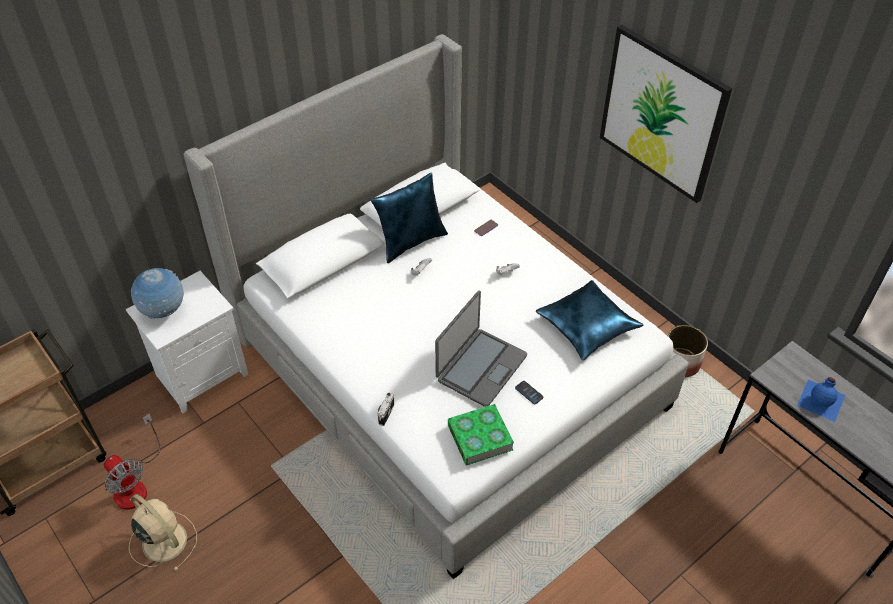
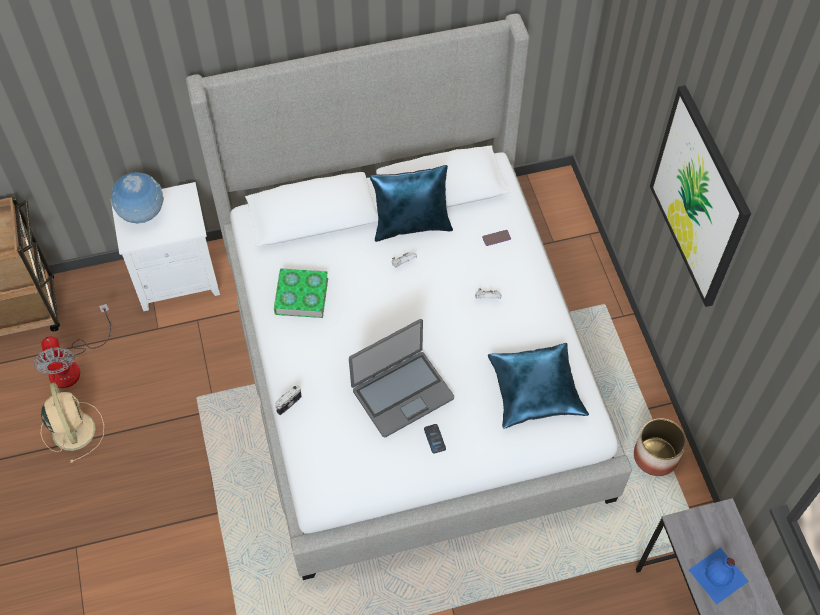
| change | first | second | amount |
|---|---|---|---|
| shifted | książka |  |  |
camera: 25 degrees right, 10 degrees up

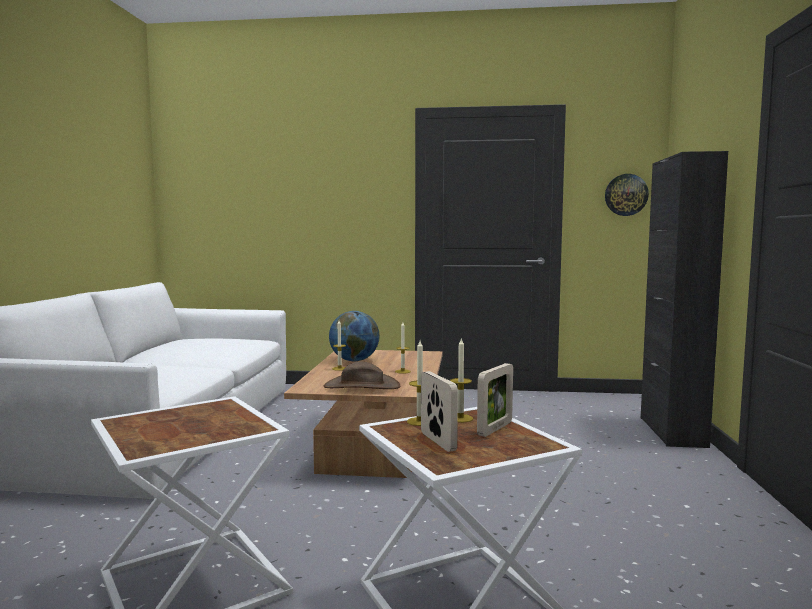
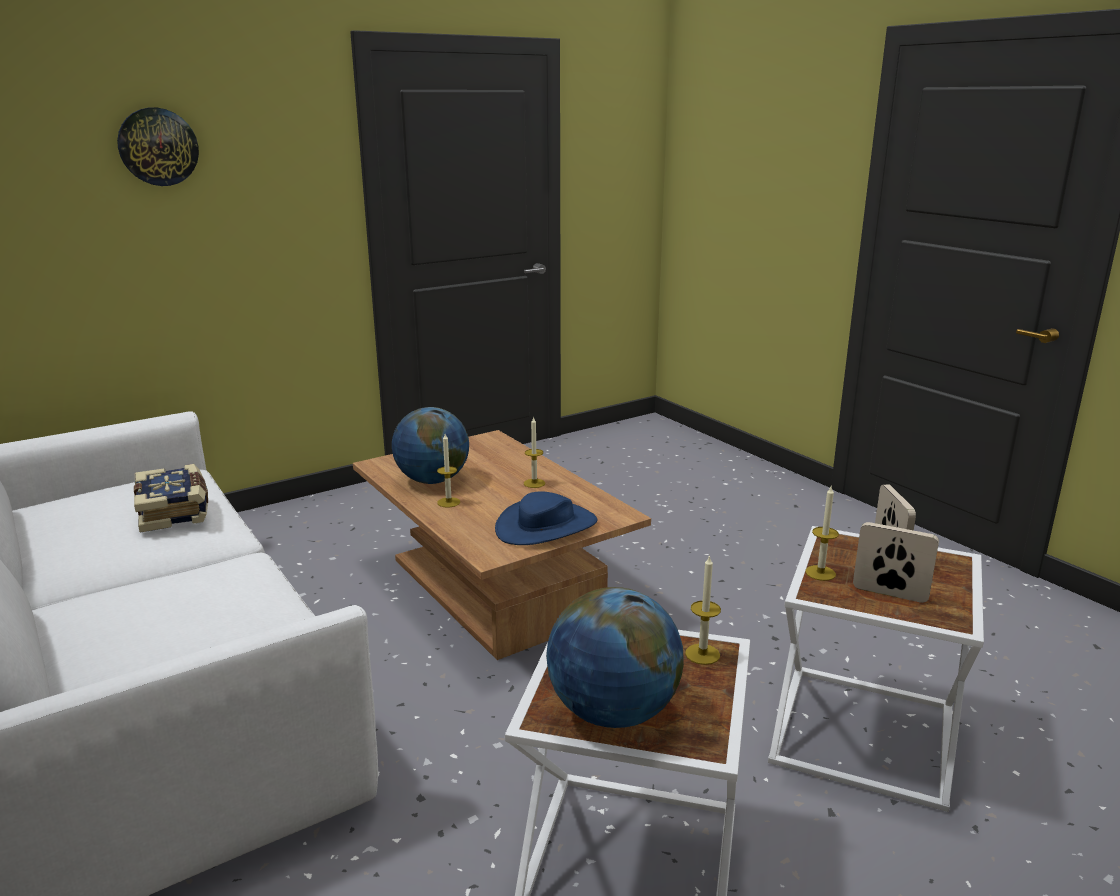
| change | first | second | amount |
|---|---|---|---|
| gone | szafka [czarny] |  |  |
| new |  | książka |  |
| new |  | globus (no. 2 from left) |  |
| shifted | świeca (no. 4 from left in the first image) | świeca (no. 3 from left) |  |
| shifted | zegar ścienny |  |  |
| repainted | kapelusz [brązowy] | kapelusz [niebieski] |  |
camera: 40 degrees left, 15 degrees up

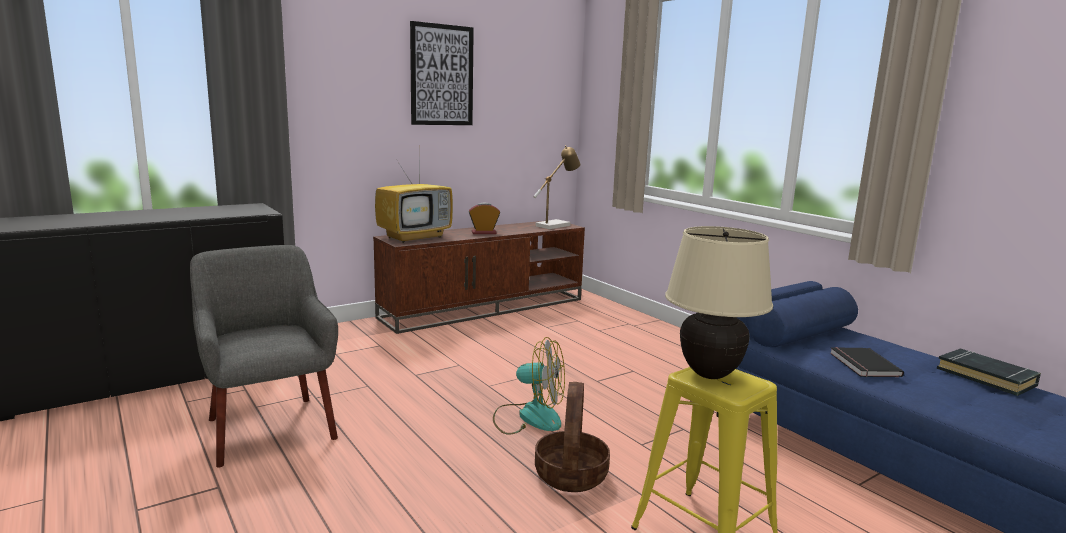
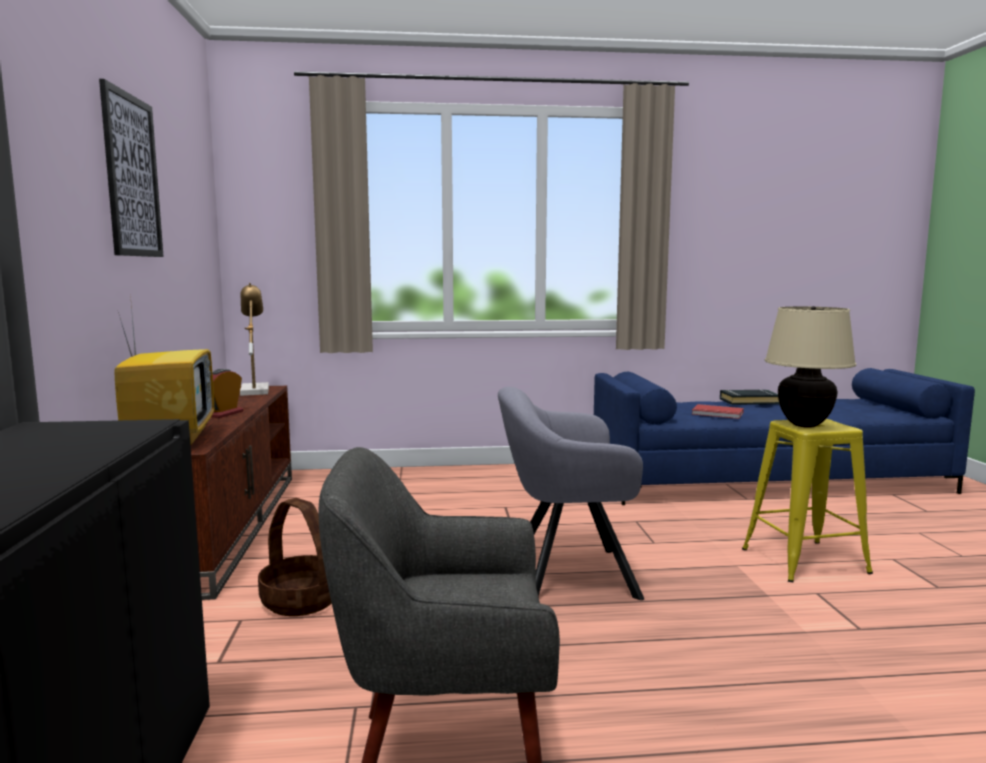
| change | first | second | amount |
|---|---|---|---|
| shifted | koszyk |  |  |
| swapped | wentylator | fotel [szary] (no. 2 from left) |  |
| repainted | książka [czarny] (no. 1 from left) | książka [czerwony] |  |
camera: 60 degrees left, 5 degrees down

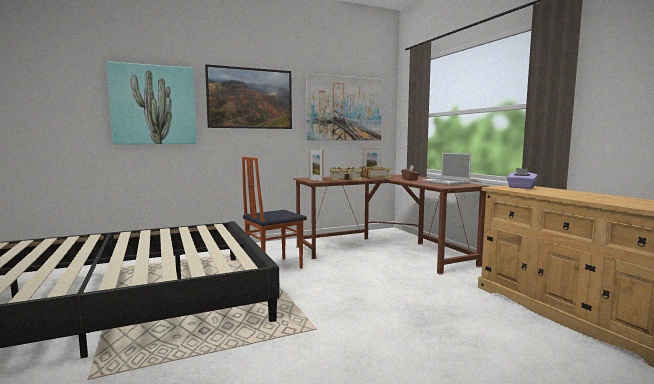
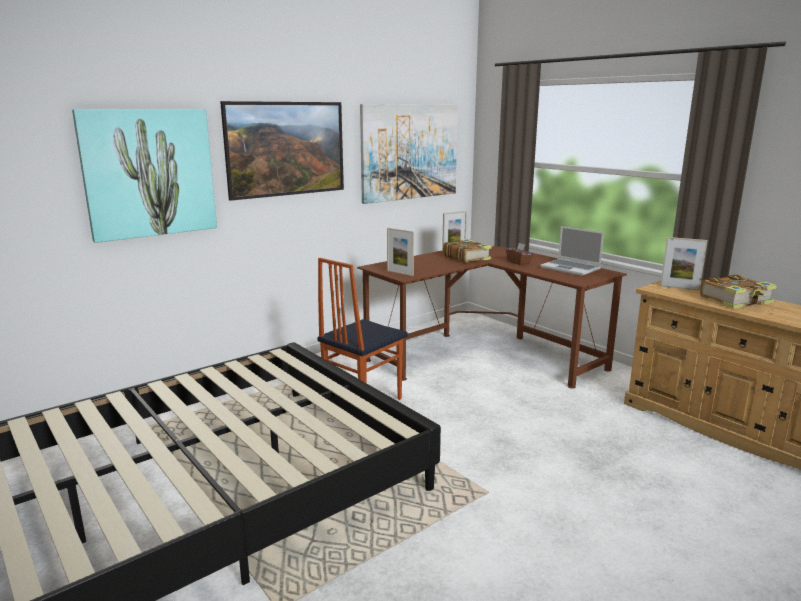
| change | first | second | amount |
|---|---|---|---|
| shifted | książka (no. 1 from left in the first image) | książka (no. 2 from left) |  |
| swapped | pudełko chusteczek [fioletowy] | ramka na zdjęcie (no. 3 from left) |  |
camera: 15 degrees left, 10 degrees up

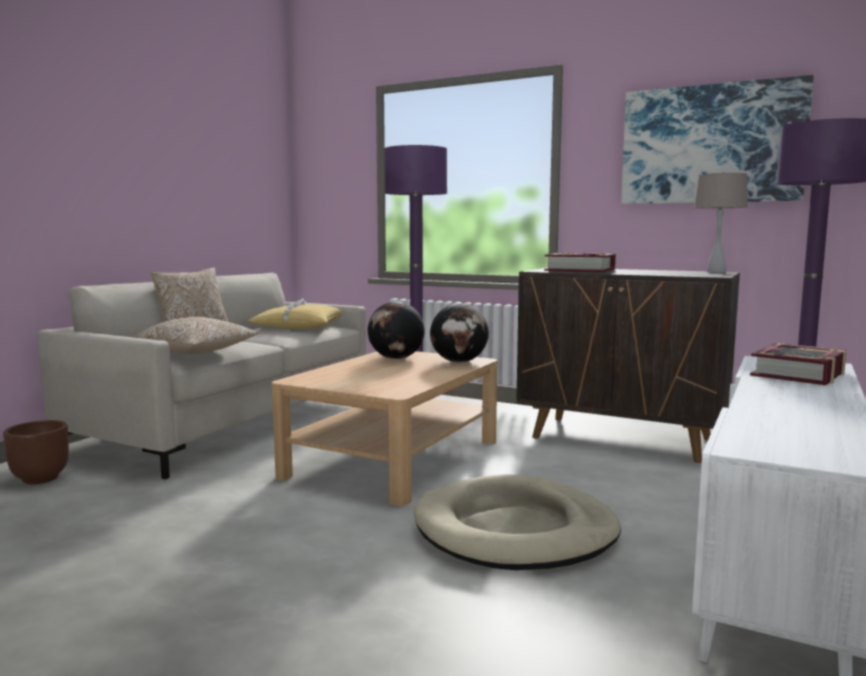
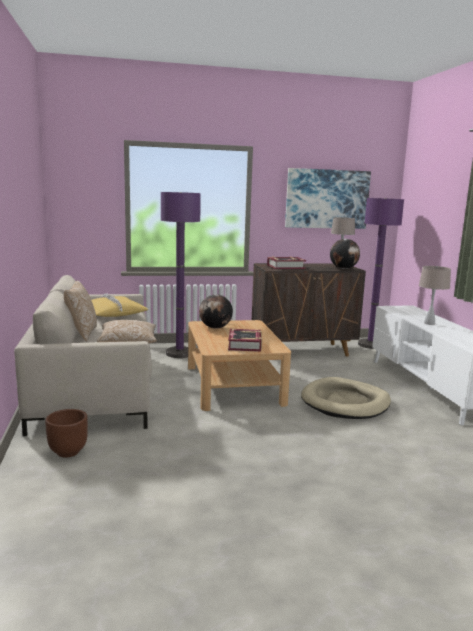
| change | first | second | amount |
|---|---|---|---|
| new |  | lampa stołowa [beżowy] (no. 2 from left) |  |
| shifted | globus (no. 2 from left) |  |  |
| shifted | książka (no. 2 from left in the first image) | książka (no. 1 from left) |  |
camera: 40 degrees left, 5 degrees up

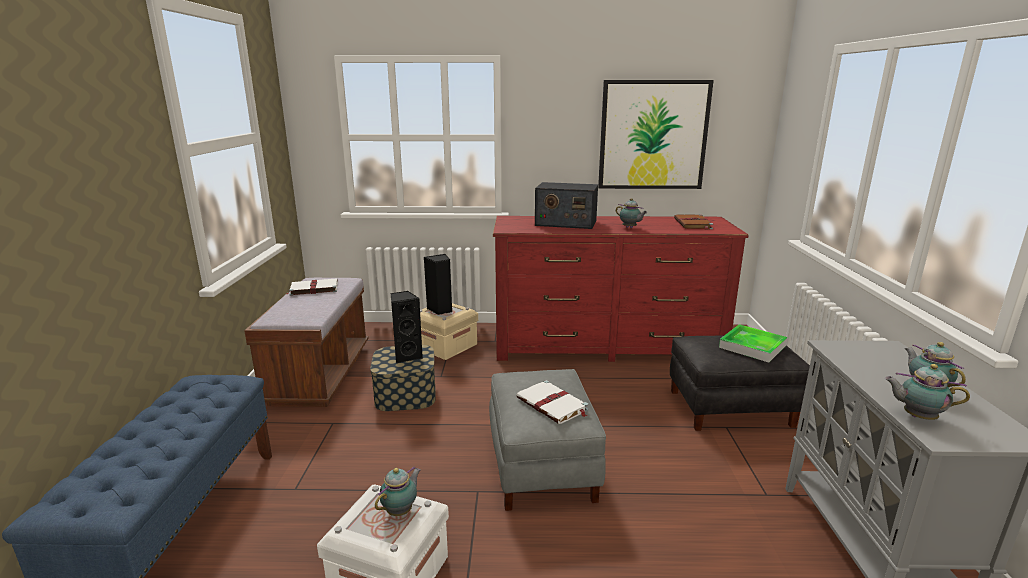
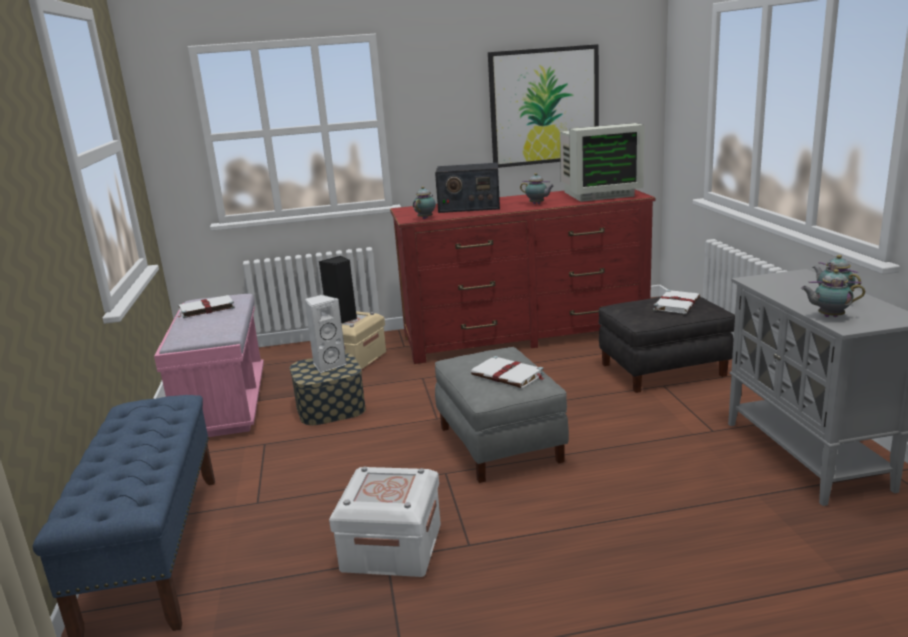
| change | first | second | amount |
|---|---|---|---|
| shifted | imbryk (no. 1 from left) |  |  |
| swapped | książka [brązowy] | monitor |  |
| swapped | taca | książka [biały] (no. 3 from left) |  |
| repainted | ławka [brązowy] | ławka [różowy] |  |
| repainted | głośnik [czarny] (no. 1 from left) | głośnik [biały] |  |
camera: 10 degrees left, 0 degrees up

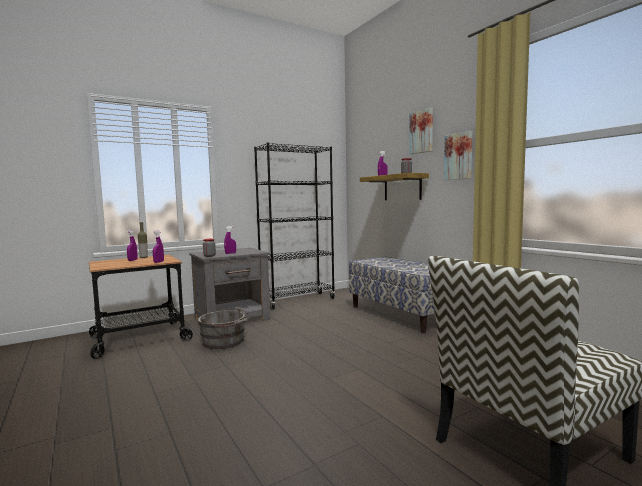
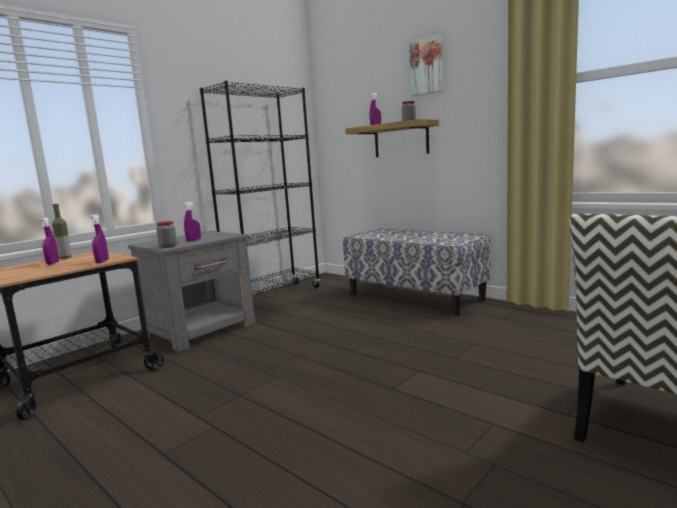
| change | first | second | amount |
|---|---|---|---|
| gone | wiadro [szary] |  |  |
| gone | obraz (no. 2 from left) |  |  |
camera: 15 degrees left, 5 degrees up

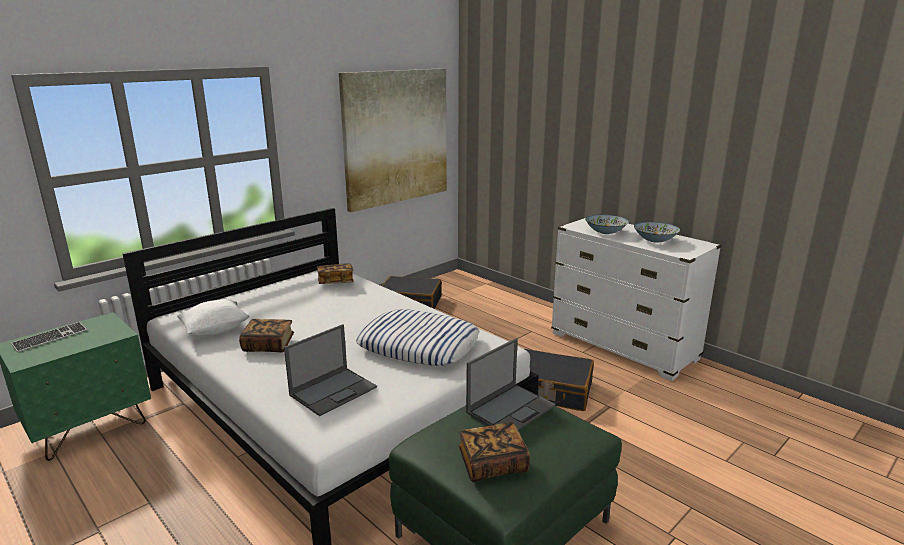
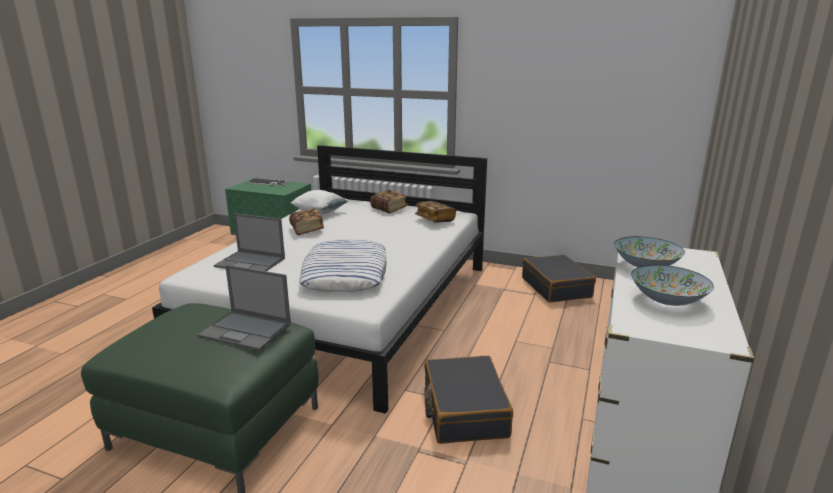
| change | first | second | amount |
|---|---|---|---|
| gone | obraz |  |  |
| shifted | książka (no. 3 from left in the first image) | książka (no. 2 from left) |  |
camera: 65 degrees right, 0 degrees up

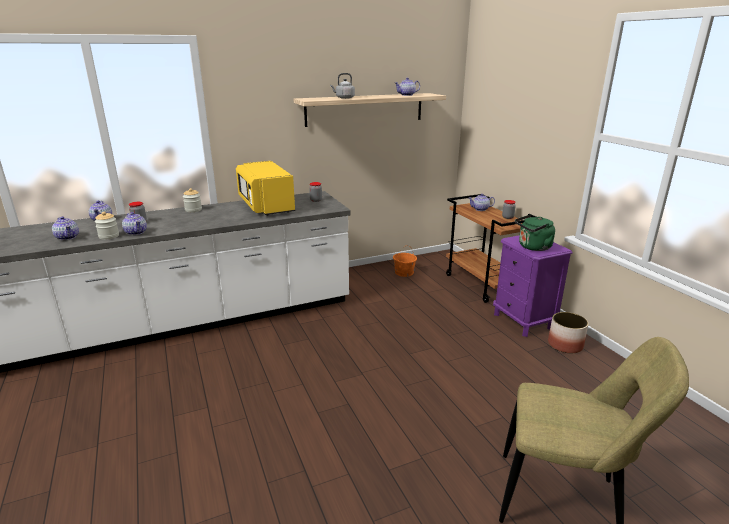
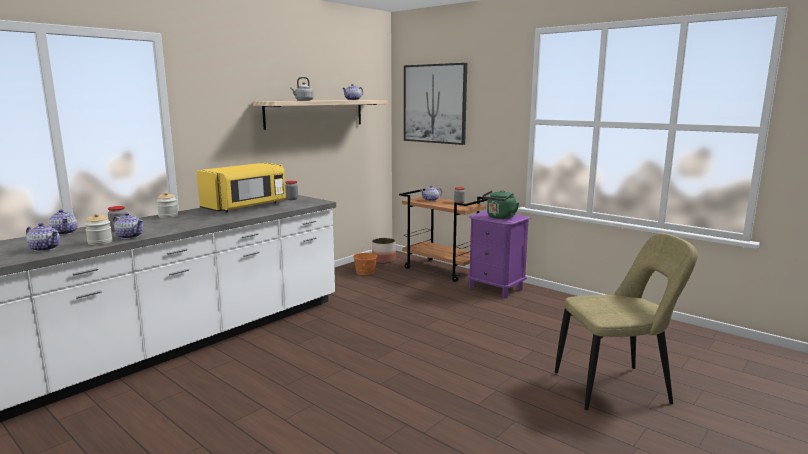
| change | first | second | amount |
|---|---|---|---|
| new |  | obraz |  |
| shifted | donica |  |  |
| rotated | mikrofalówka [żółty] |  | 90 degrees counterclockwise |
camera: 25 degrees left, 10 degrees down

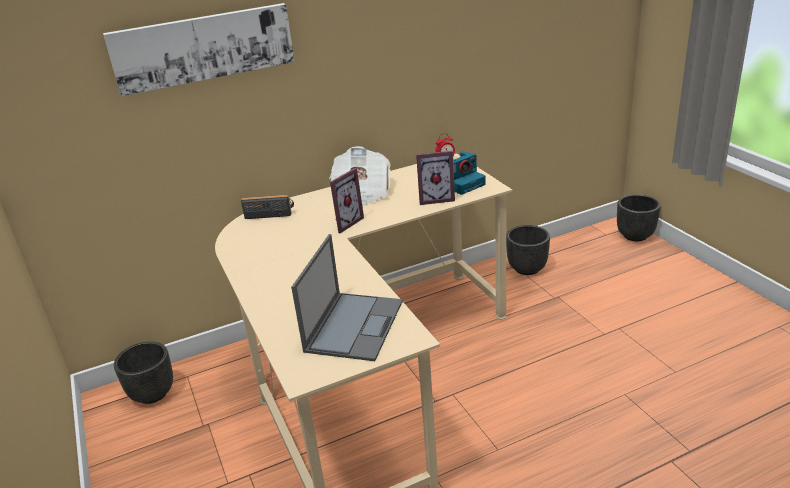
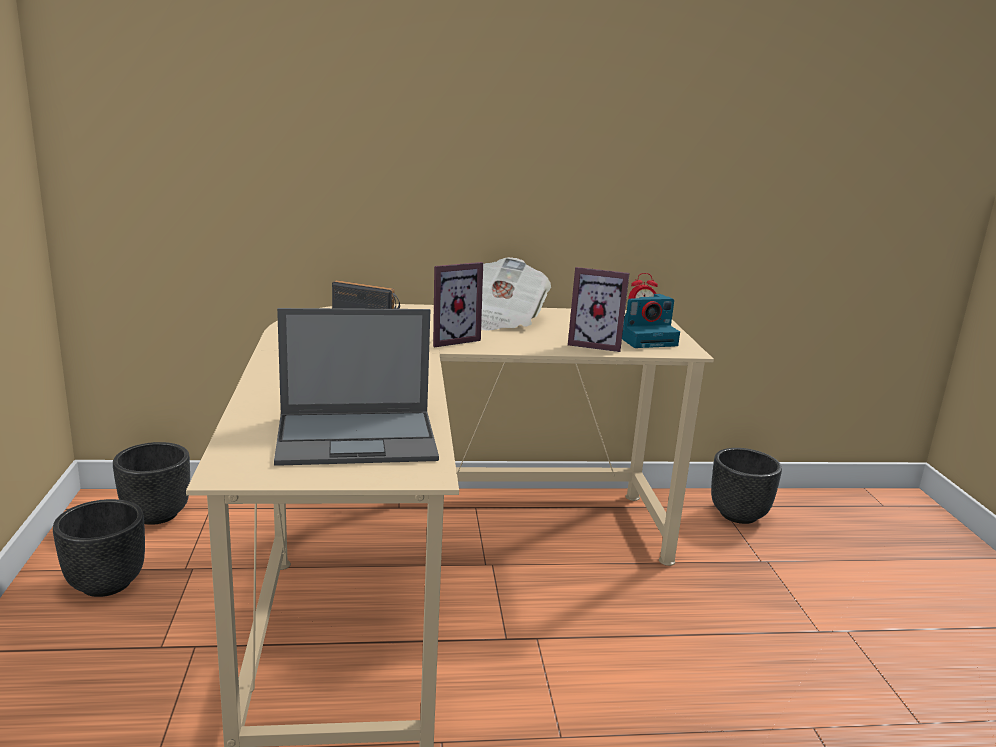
| change | first | second | amount |
|---|---|---|---|
| gone | obraz |  |  |
| shifted | donica [czarny] (no. 3 from left in the first image) | donica [czarny] (no. 1 from left) |  |
| rotated | laptop |  | 45 degrees clockwise |
camera: 15 degrees right, 10 degrees down

